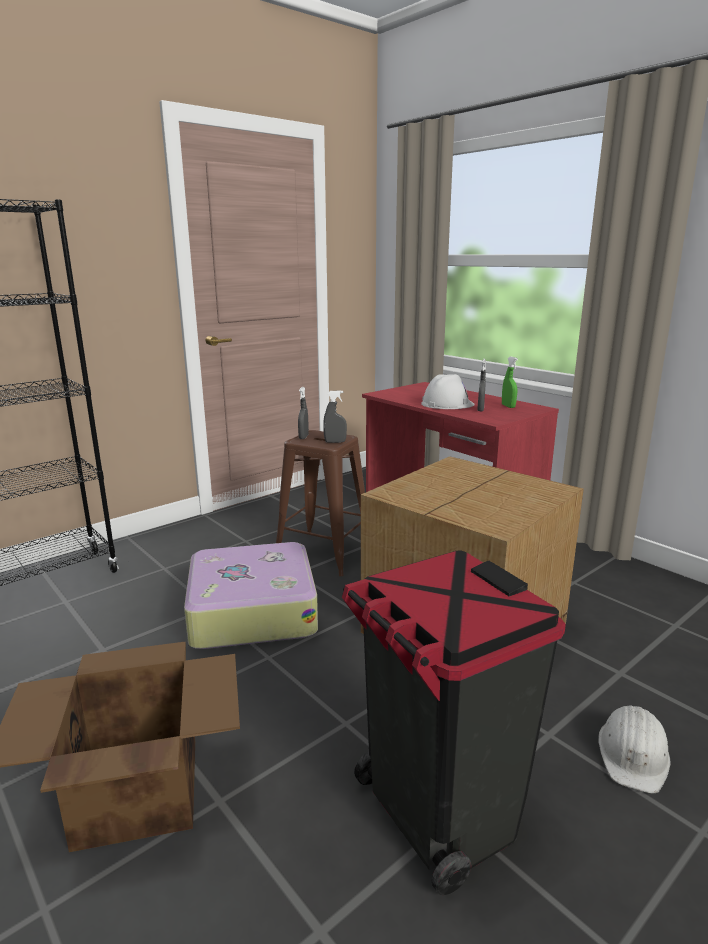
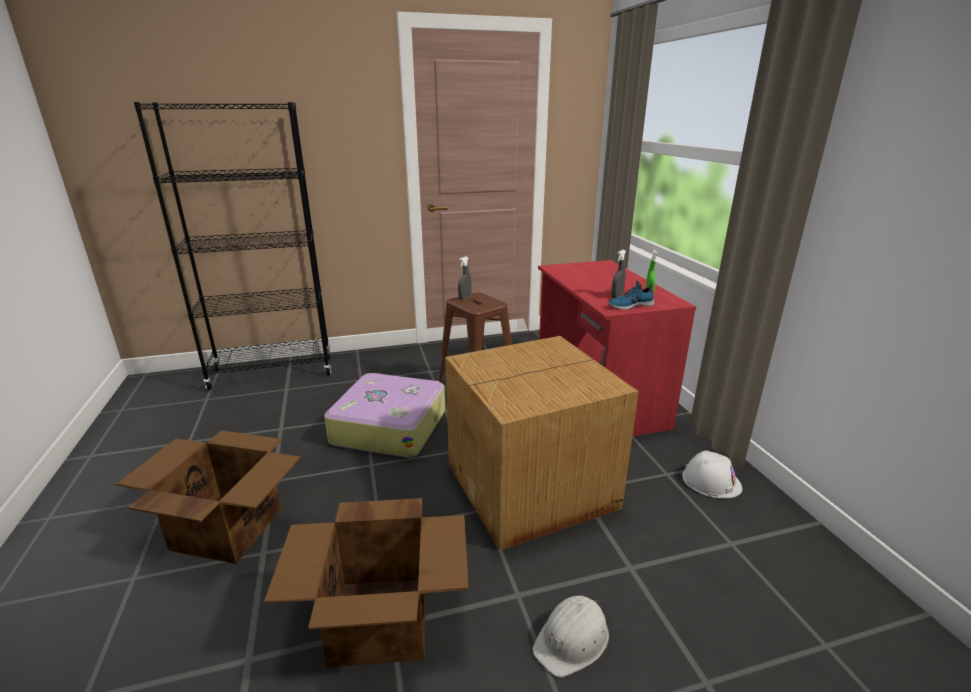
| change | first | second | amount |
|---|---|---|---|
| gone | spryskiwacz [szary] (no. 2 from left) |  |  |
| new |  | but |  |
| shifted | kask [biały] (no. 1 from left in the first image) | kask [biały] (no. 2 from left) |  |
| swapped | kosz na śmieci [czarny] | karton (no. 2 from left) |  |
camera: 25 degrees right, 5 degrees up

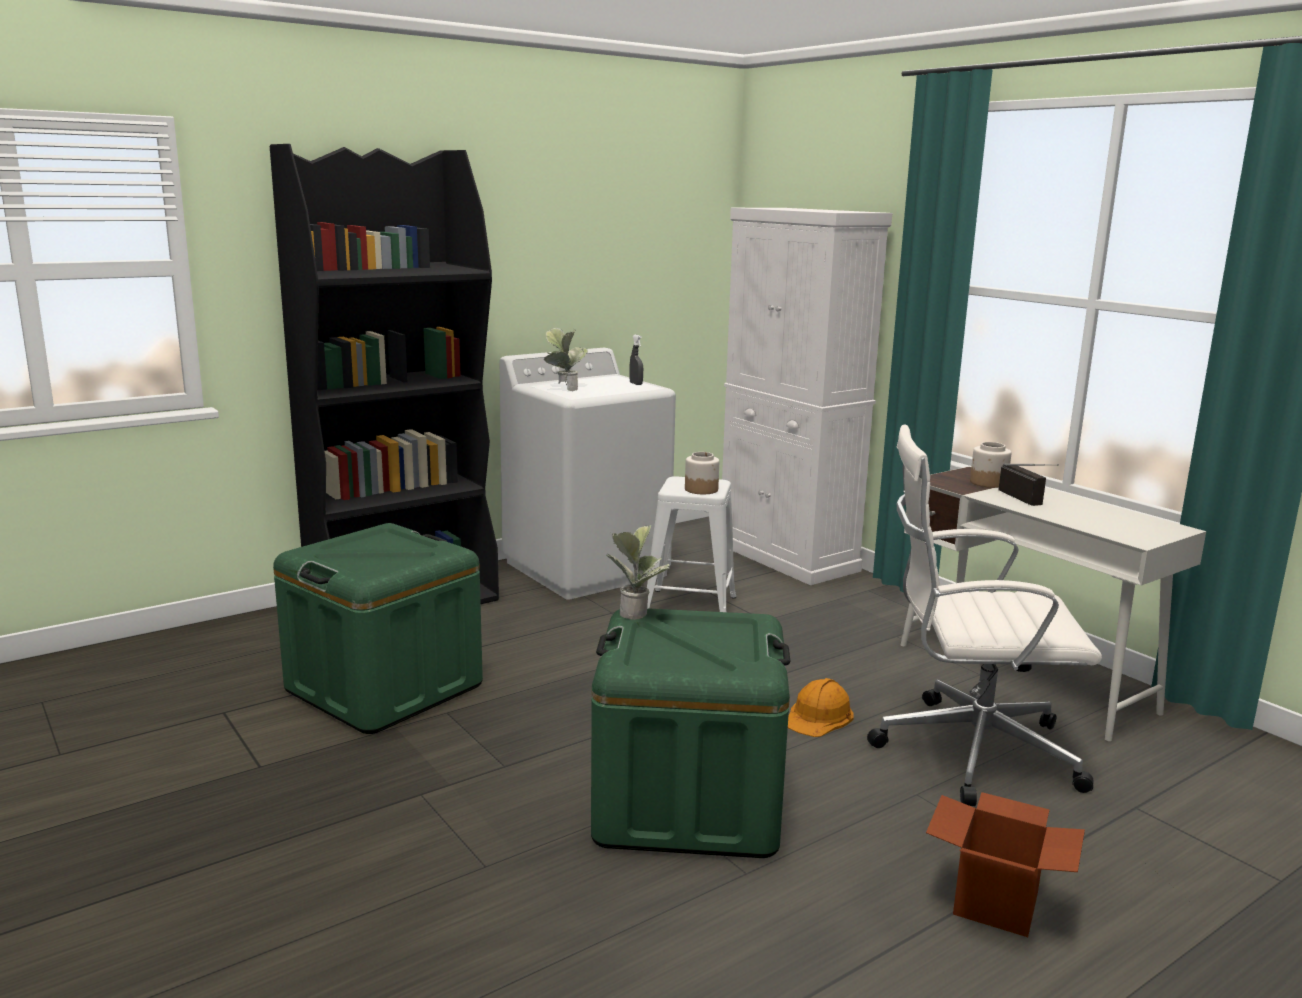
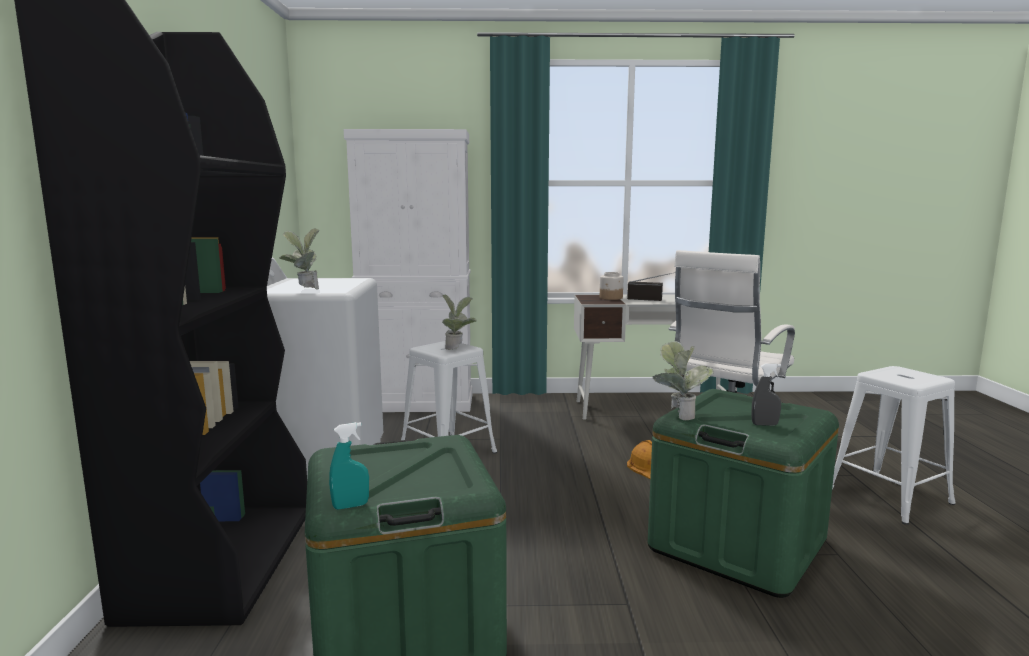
| change | first | second | amount |
|---|---|---|---|
| new |  | spryskiwacz [turkusowy] |  |
| shifted | spryskiwacz [szary] |  |  |
| swapped | słoik (no. 1 from left) | roślina doniczkowa (no. 2 from left) |  |
| swapped | karton | stołek [biały] (no. 2 from left) |  |
camera: 55 degrees left, 5 degrees down

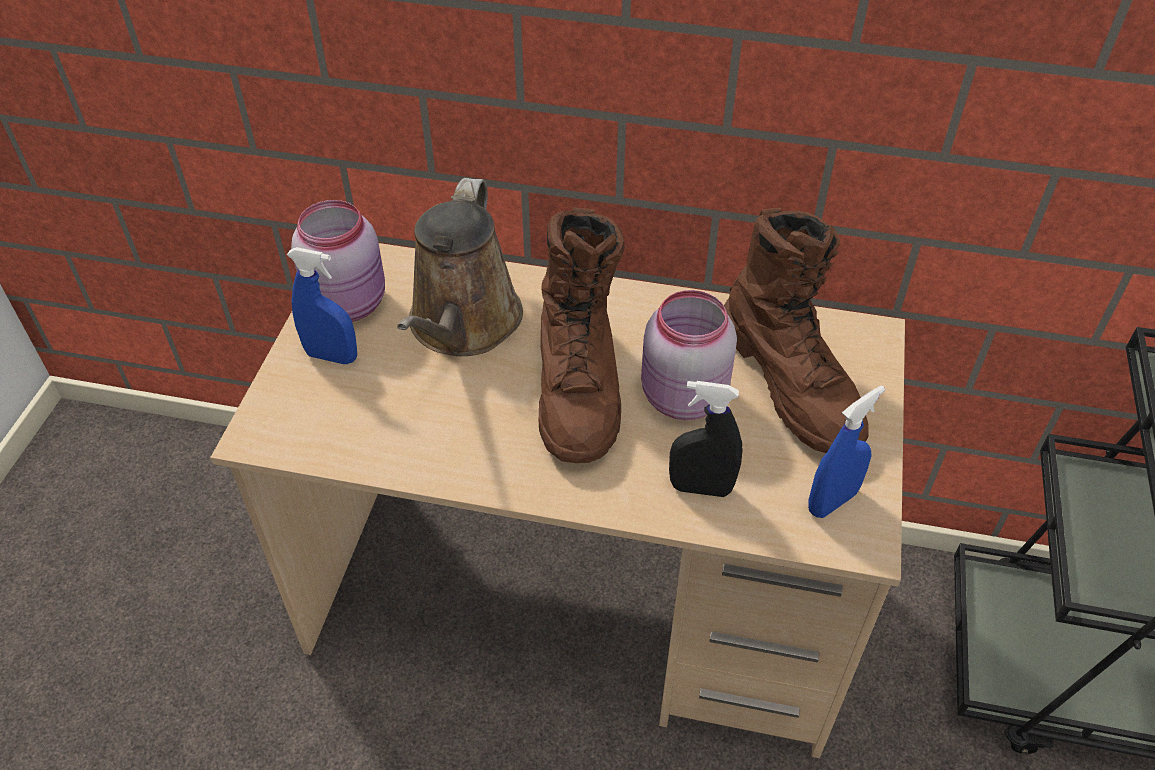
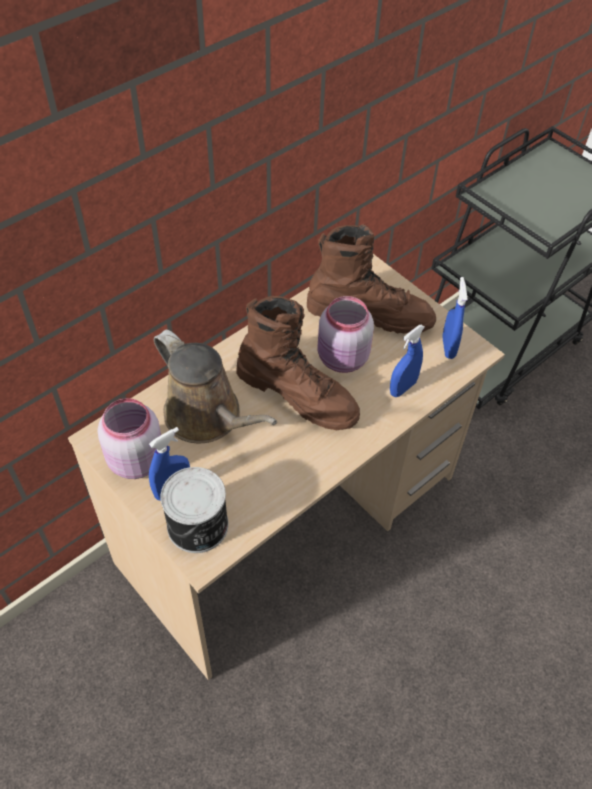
| change | first | second | amount |
|---|---|---|---|
| new |  | puszka |  |
| repainted | spryskiwacz [czarny] | spryskiwacz [niebieski] (no. 2 from left) |  |
camera: 55 degrees left, 5 degrees up

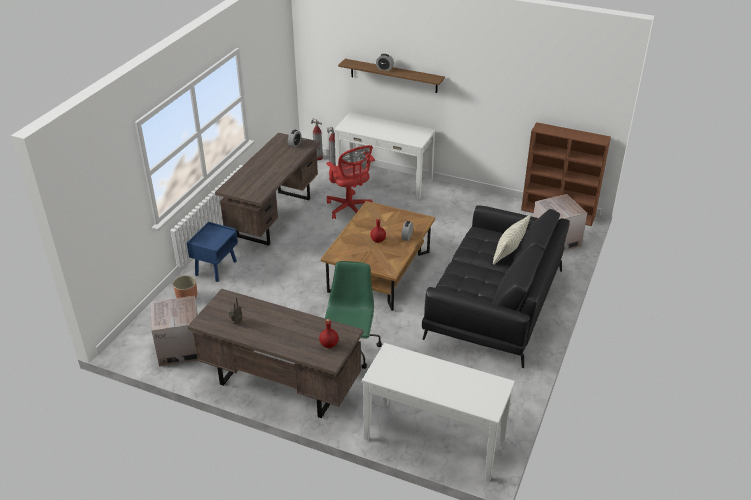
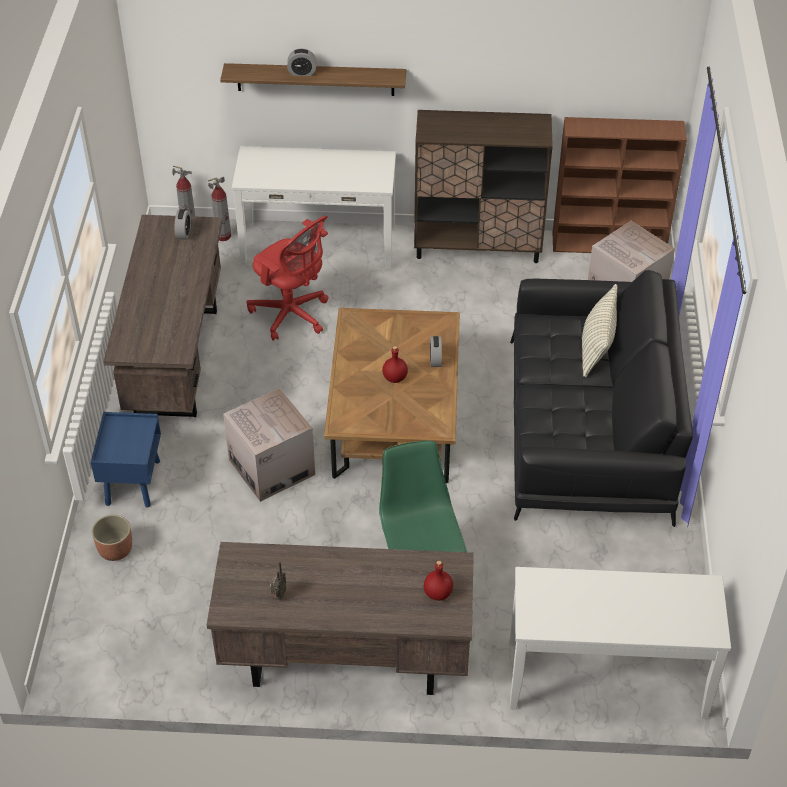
| change | first | second | amount |
|---|---|---|---|
| new |  | szafka [brązowy] |  |
| shifted | karton (no. 1 from left) |  |  |
camera: 20 degrees left, 10 degrees up

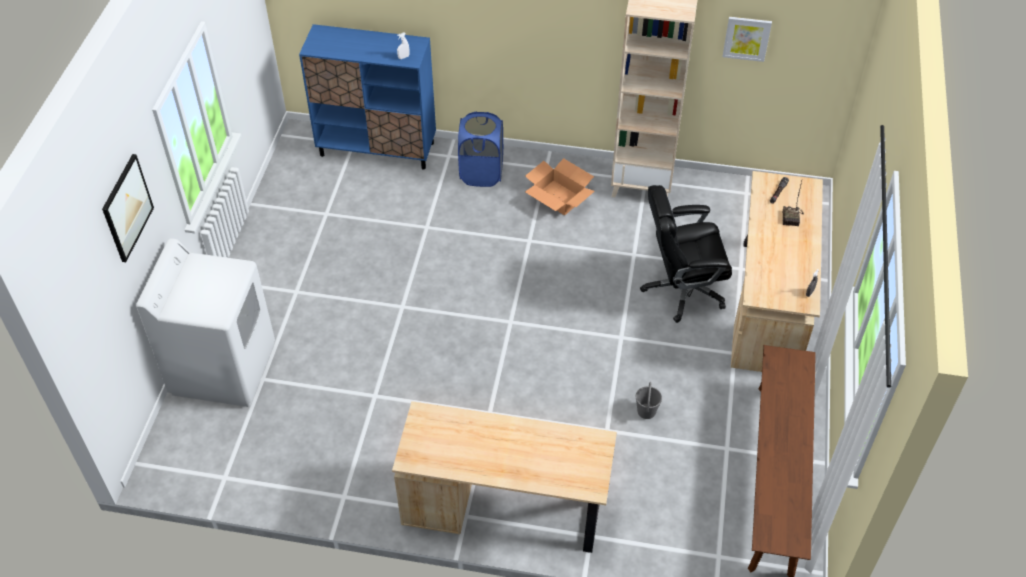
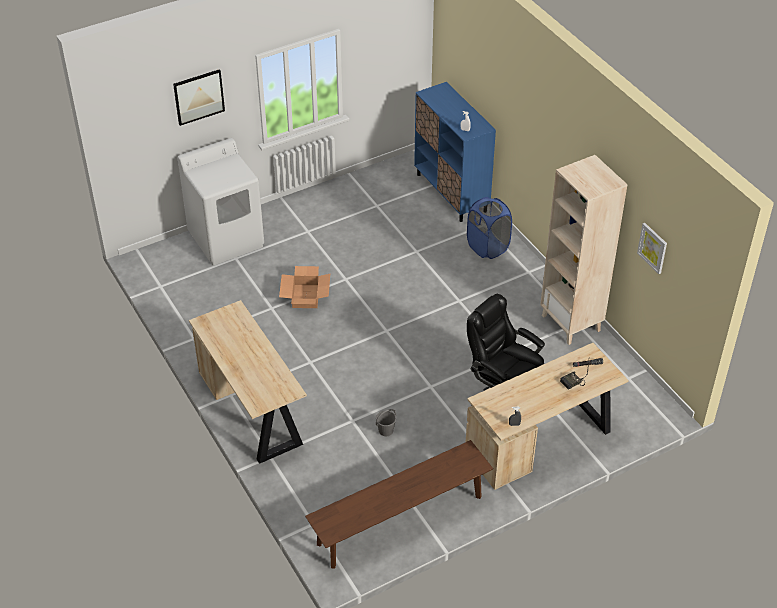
| change | first | second | amount |
|---|---|---|---|
| shifted | karton |  |  |
camera: 50 degrees right, 5 degrees down

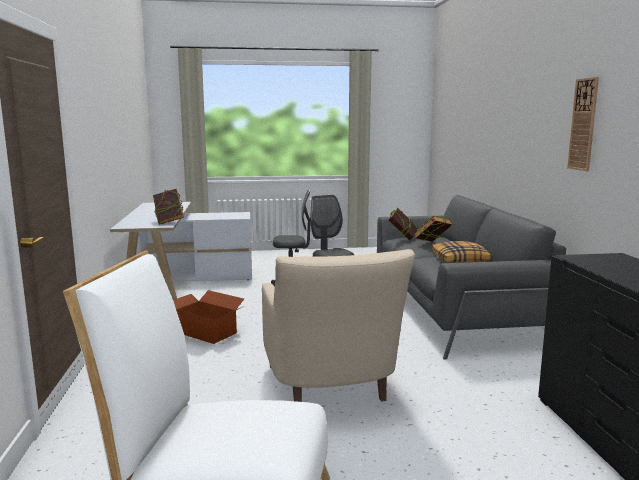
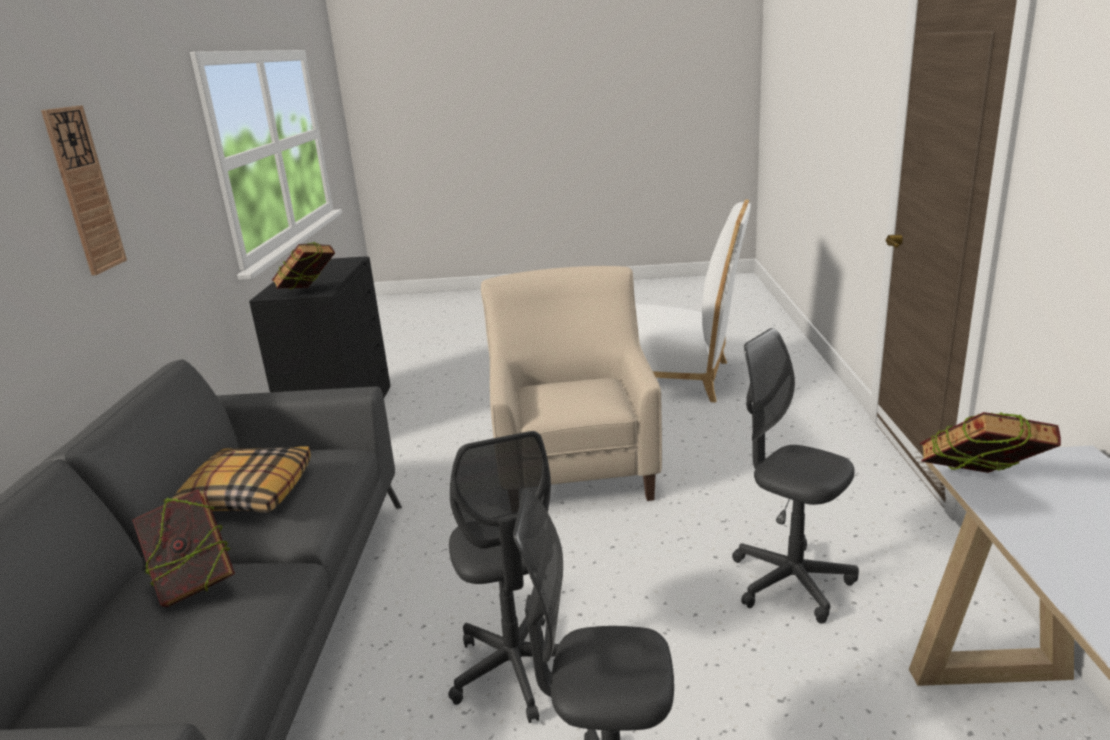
| change | first | second | amount |
|---|---|---|---|
| shifted | książka (no. 2 from left) |  |  |
| swapped | karton | krzesło biurowe [szary] (no. 3 from left) |  |
camera: 170 degrees left, 10 degrees up

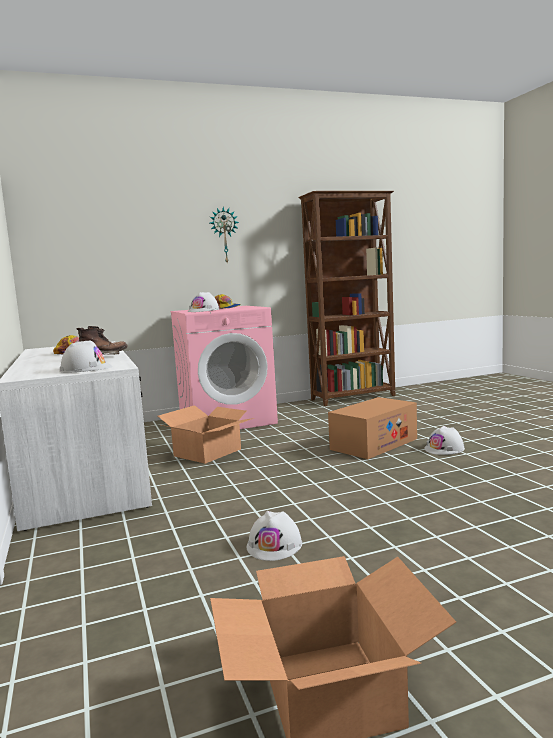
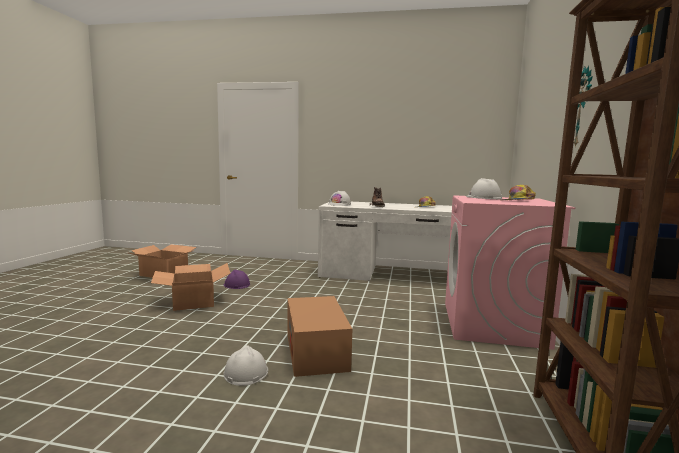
| change | first | second | amount |
|---|---|---|---|
| shifted | karton (no. 1 from left in the first image) | karton (no. 2 from left) |  |
| repainted | kask [biały] (no. 3 from left) | kask [fioletowy] |  |
camera: 120 degrees right, 0 degrees up

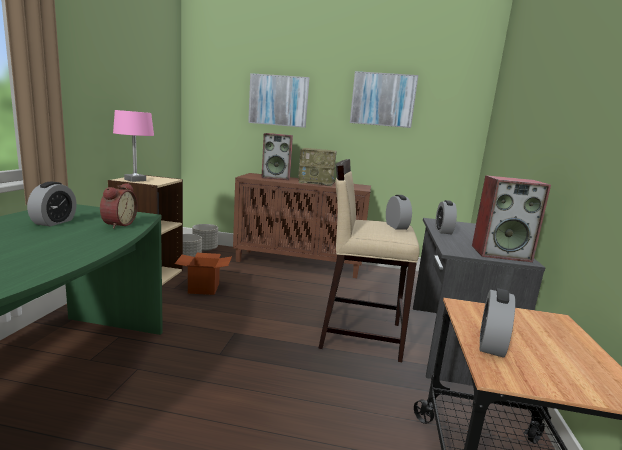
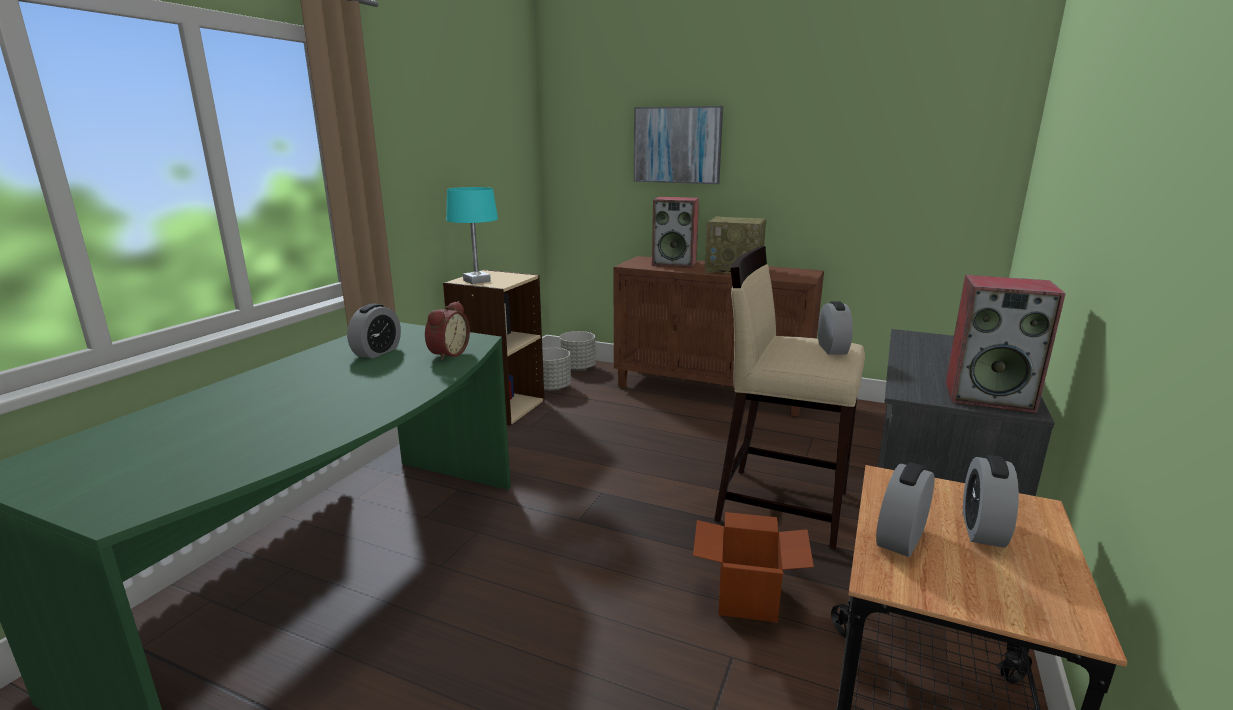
| change | first | second | amount |
|---|---|---|---|
| gone | obraz (no. 2 from left) |  |  |
| shifted | karton |  |  |
| shifted | budzik (no. 4 from left in the first image) | budzik (no. 5 from left) |  |
| repainted | lampa stołowa [różowy] | lampa stołowa [turkusowy] |  |
camera: 15 degrees right, 5 degrees up

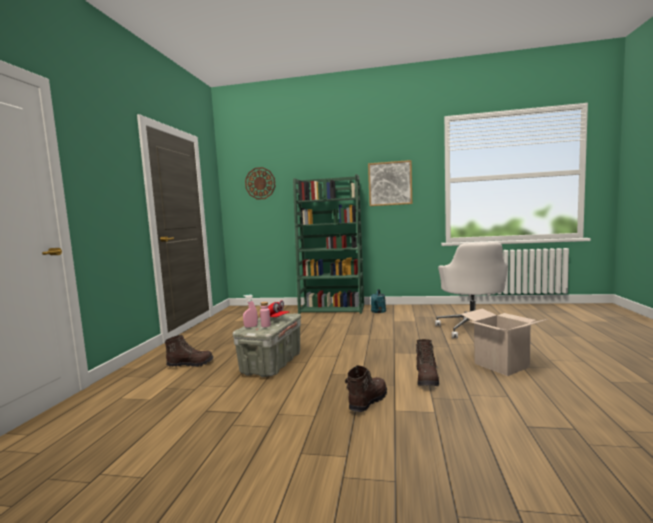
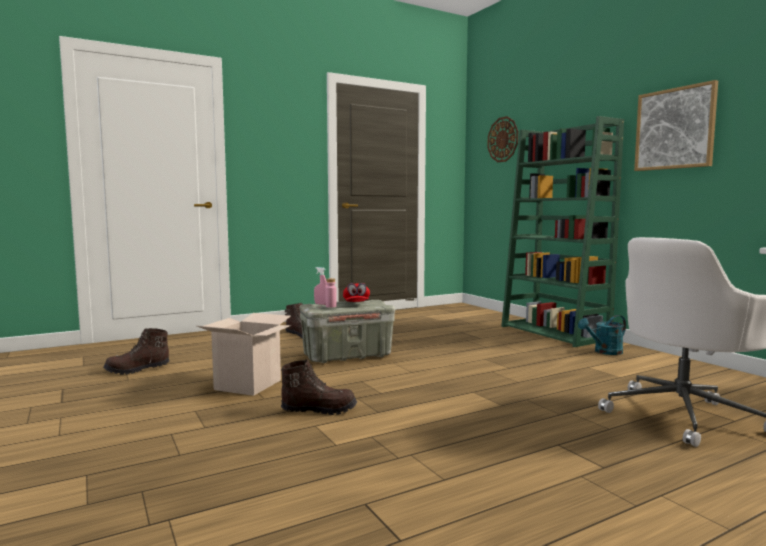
| change | first | second | amount |
|---|---|---|---|
| shifted | but z cholewką [brązowy] (no. 3 from left in the first image) | but z cholewką [brązowy] (no. 1 from left) |  |
| shifted | karton |  |  |
camera: 50 degrees right, 0 degrees up

